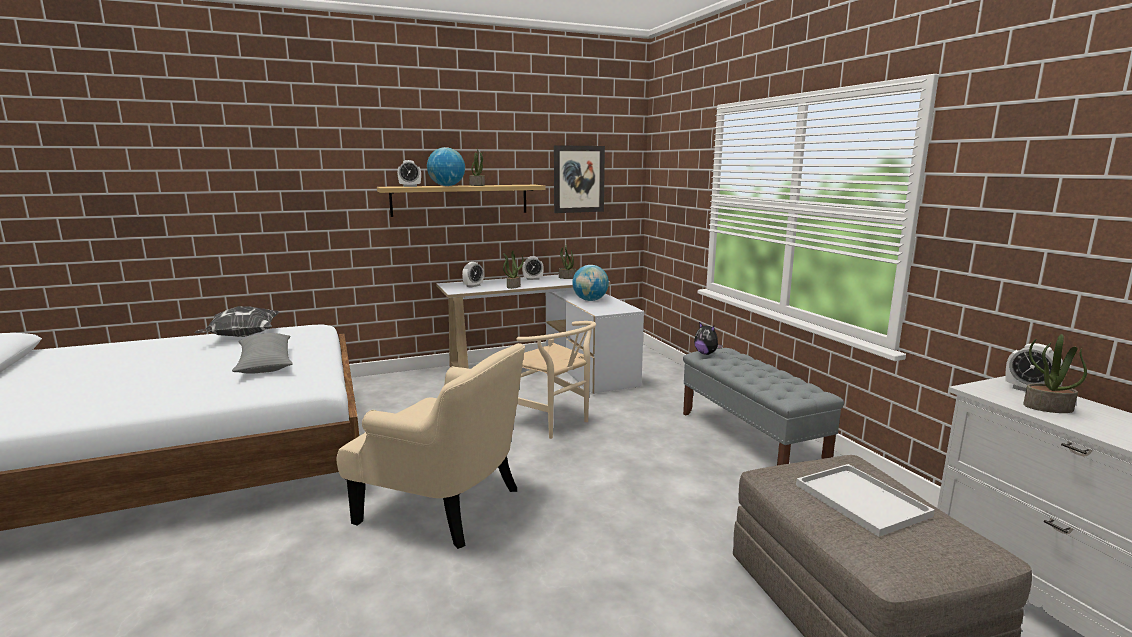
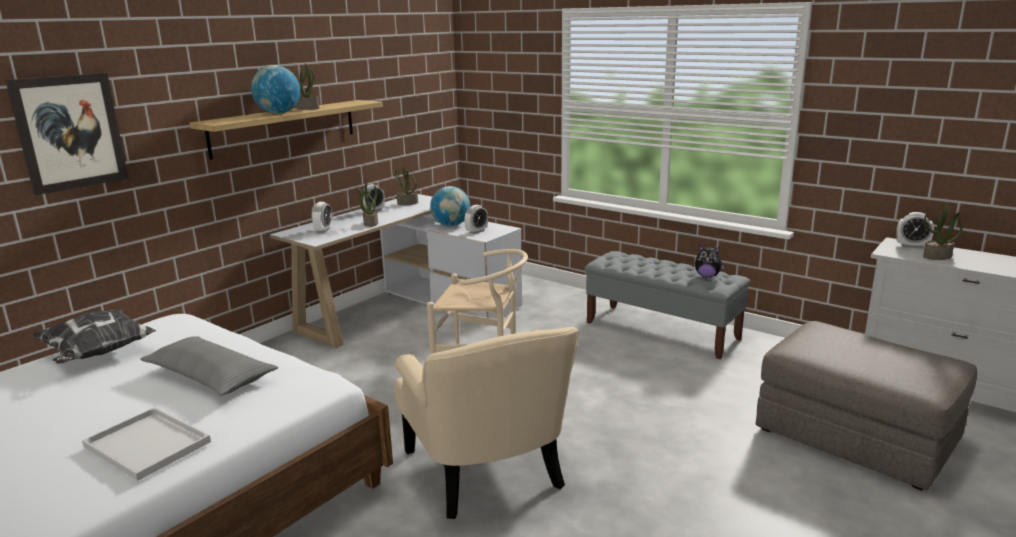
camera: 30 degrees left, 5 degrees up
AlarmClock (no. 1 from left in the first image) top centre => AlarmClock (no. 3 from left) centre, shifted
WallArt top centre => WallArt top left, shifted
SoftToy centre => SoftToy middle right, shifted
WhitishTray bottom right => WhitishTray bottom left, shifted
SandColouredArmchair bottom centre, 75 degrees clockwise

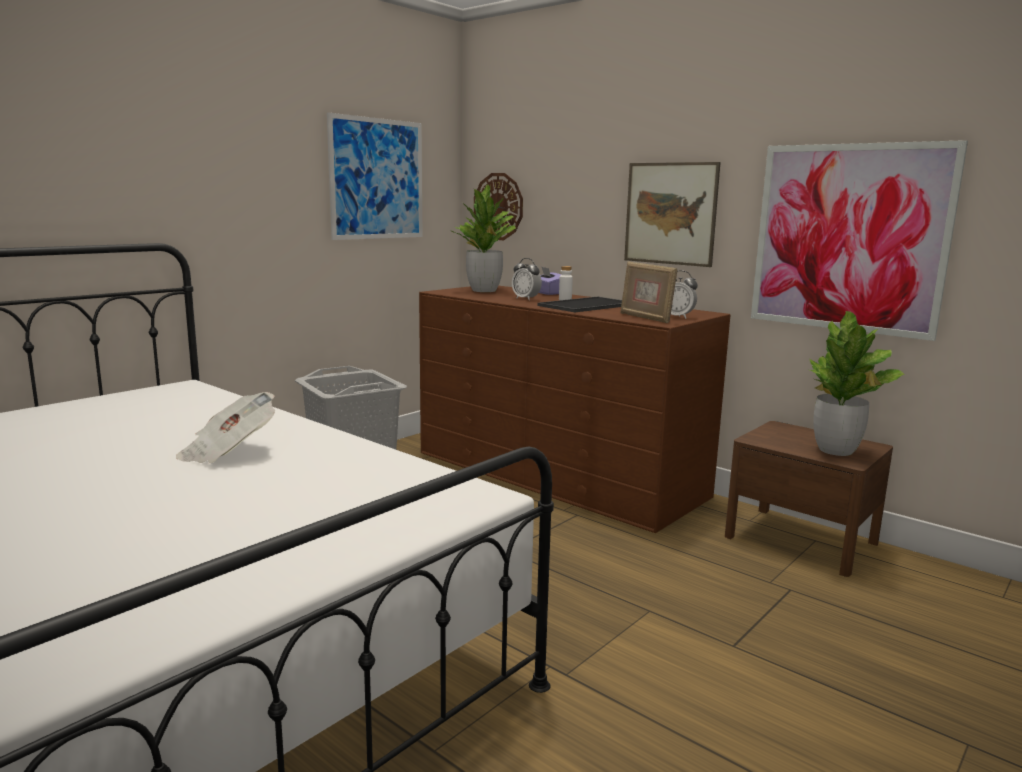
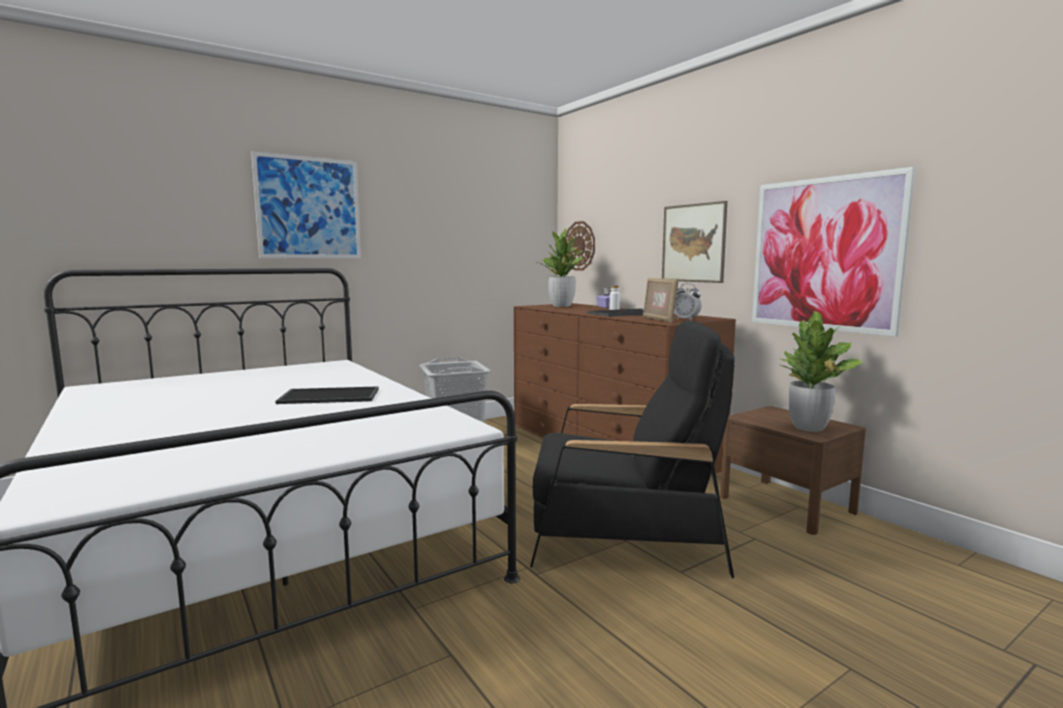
camera: 15 degrees right, 5 degrees down
AlarmClock (no. 1 from left) centre => nothing
nothing => BlackishArmchair centre
WallArt (no. 1 from left) top centre => WallArt (no. 1 from left) top left, shifted
DailyPaper middle left => Tray (no. 1 from left) middle left

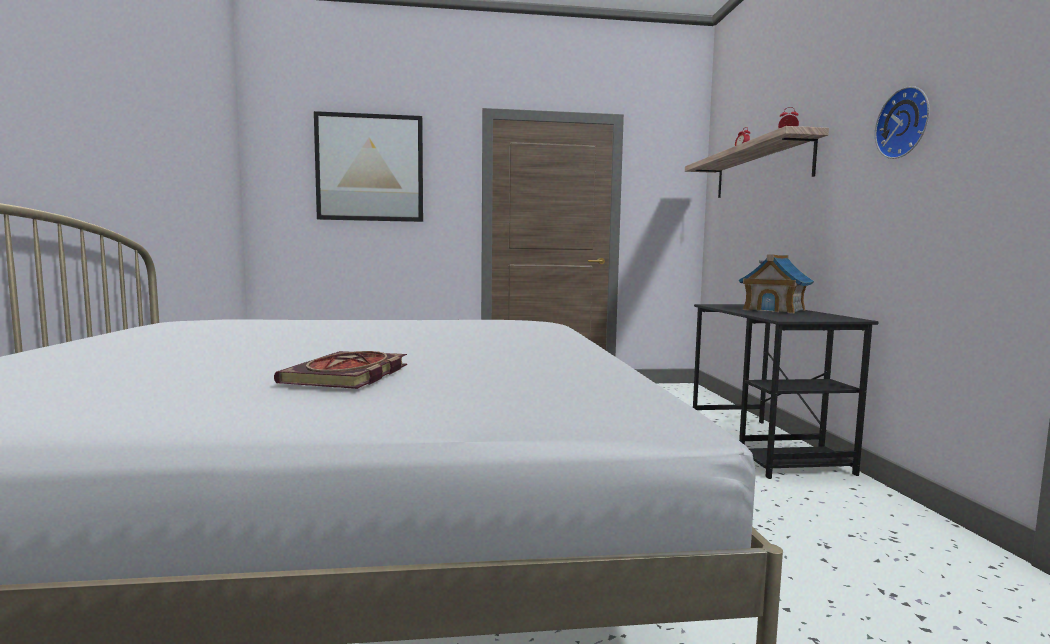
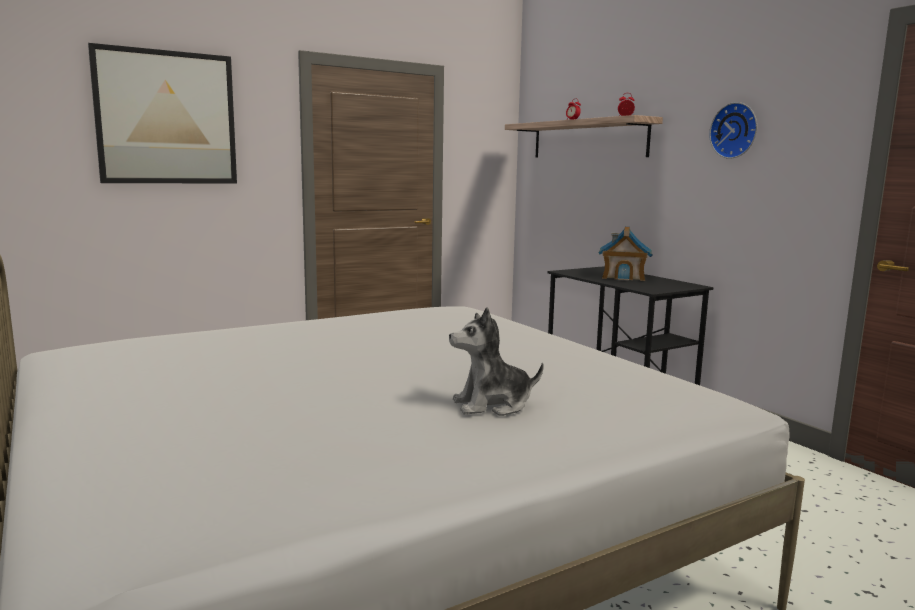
camera: 25 degrees left, 5 degrees up
Book middle left => SoftToy centre

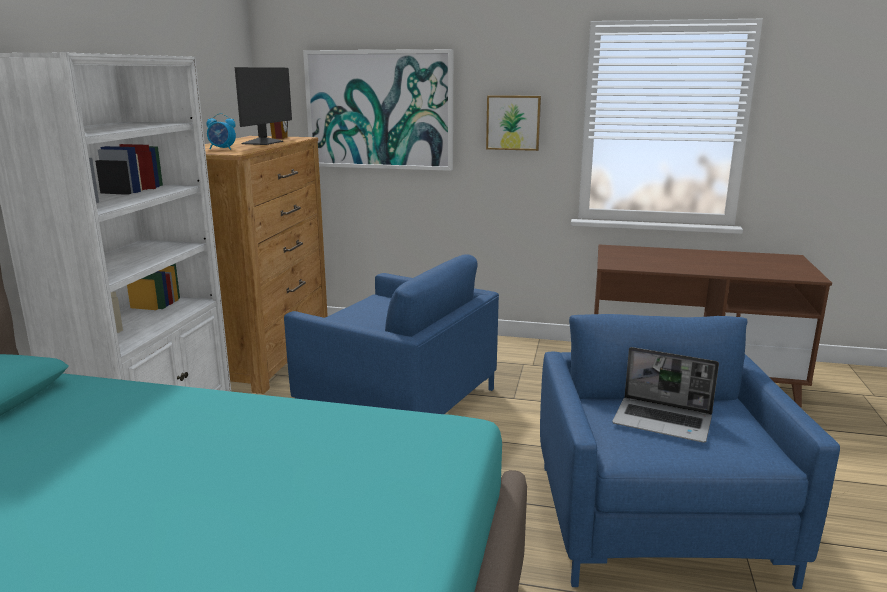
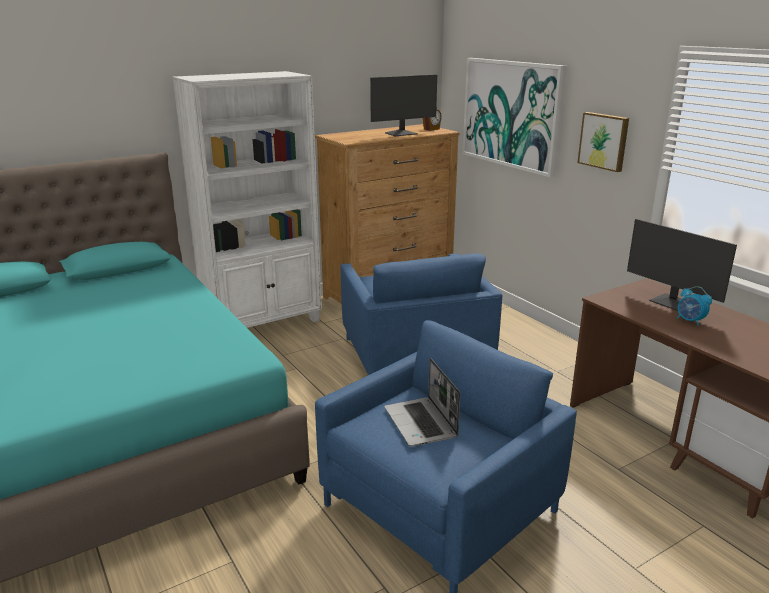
camera: 45 degrees right, 5 degrees up
nothing => Monitor (no. 2 from left) middle right
AlarmClock (no. 1 from left in the first image) top left => AlarmClock (no. 2 from left) middle right, shifted

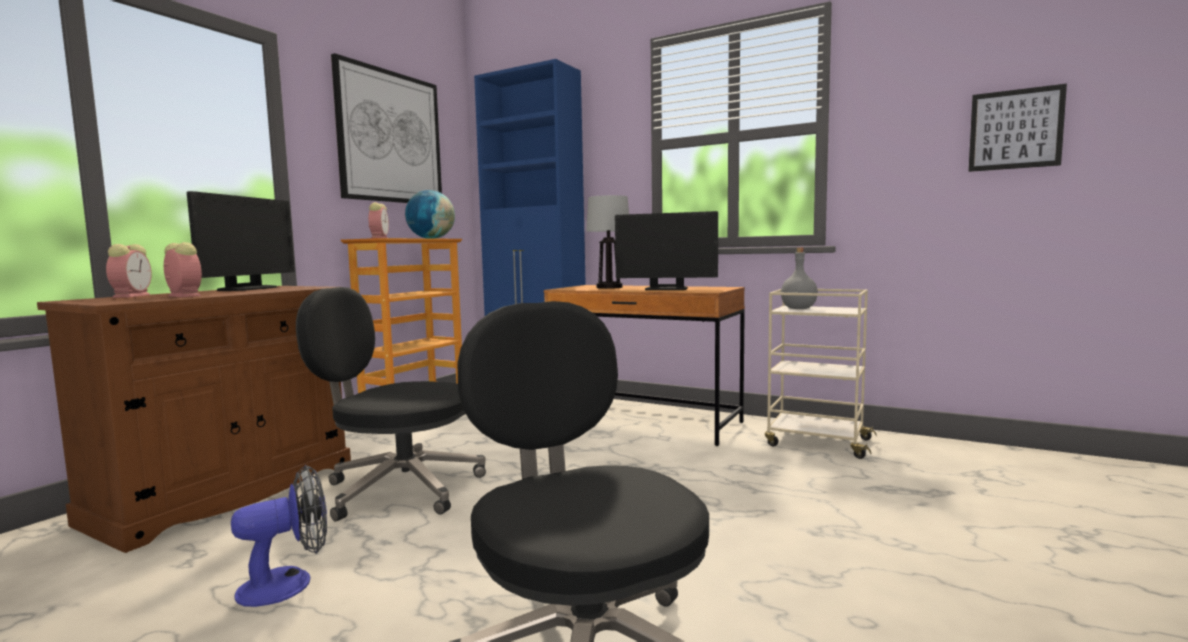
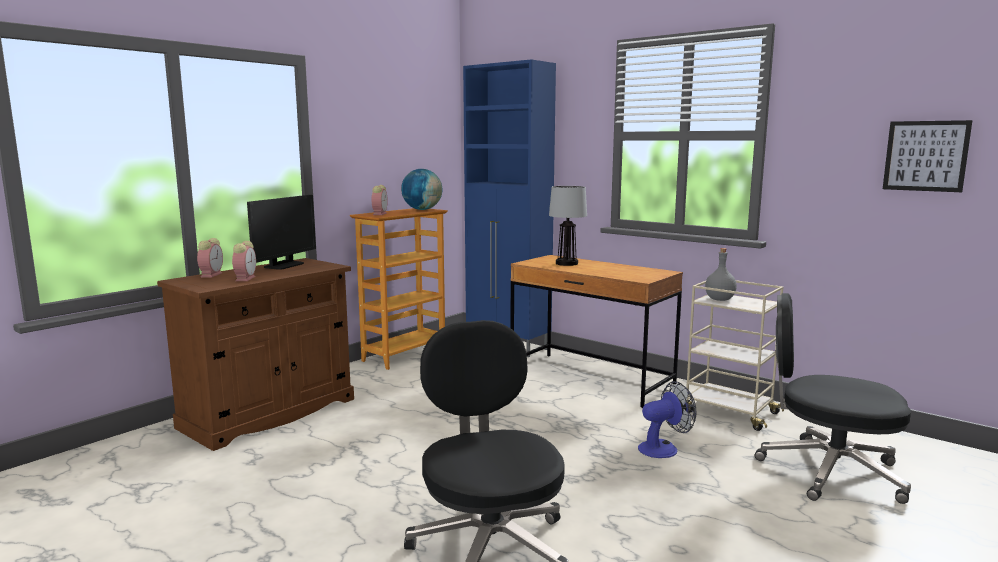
camera: 10 degrees right, 5 degrees up
WallArt (no. 1 from left) top left => nothing
Monitor (no. 2 from left) centre => nothing
CoolingFan bottom left => CoolingFan bottom right, shifted
BlackishComputerChair (no. 1 from left in the first image) middle left => BlackishComputerChair (no. 2 from left) bottom right, shifted
AlarmClock (no. 2 from left) middle left, 45 degrees clockwise

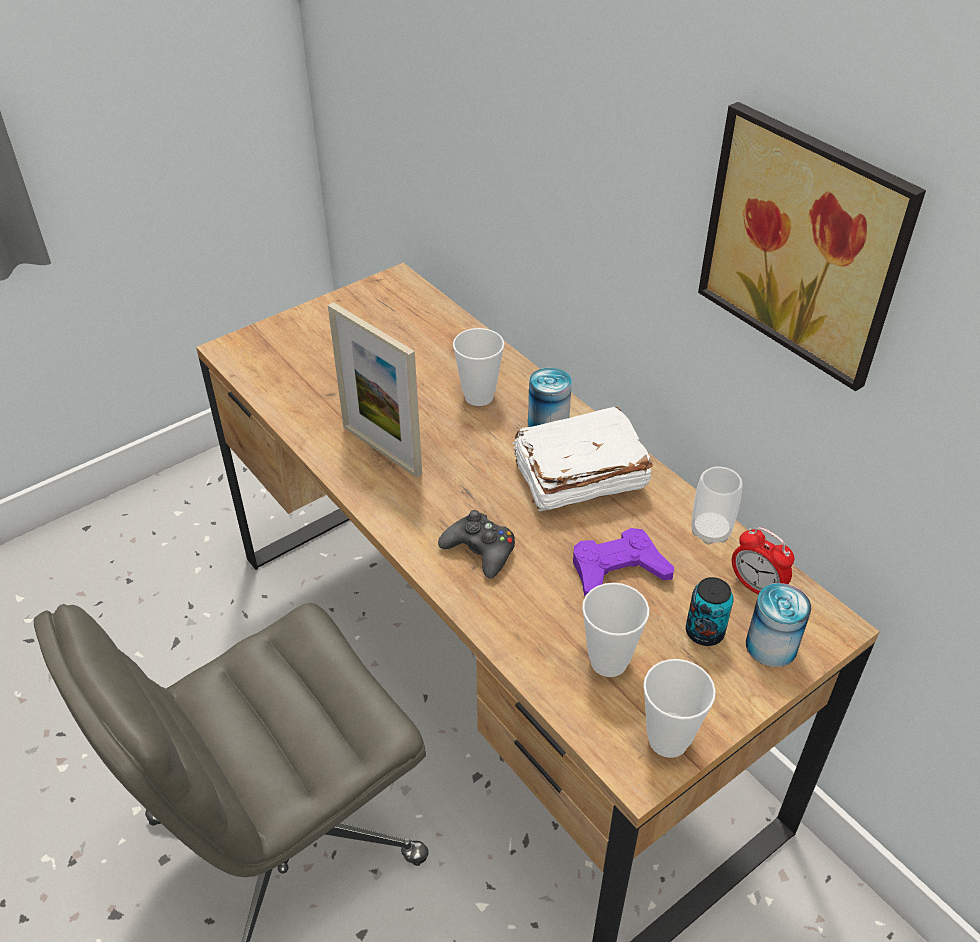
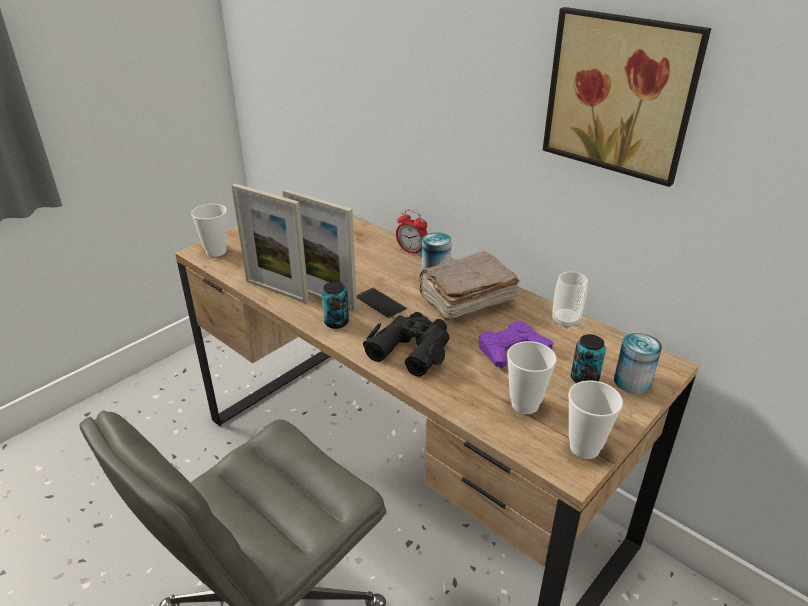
camera: 10 degrees left, 10 degrees down
nothing => PhotoFrame (no. 1 from left) centre
nothing => MetalCan (no. 1 from left) centre
nothing => Phone centre
SmallCup (no. 1 from left) centre => SmallCup (no. 1 from left) middle left, shifted
AlarmClock middle right => AlarmClock centre, shifted
BlackishGameController centre => BlackishPairOfBinoculars centre
WhitishBook centre => BrownBook centre

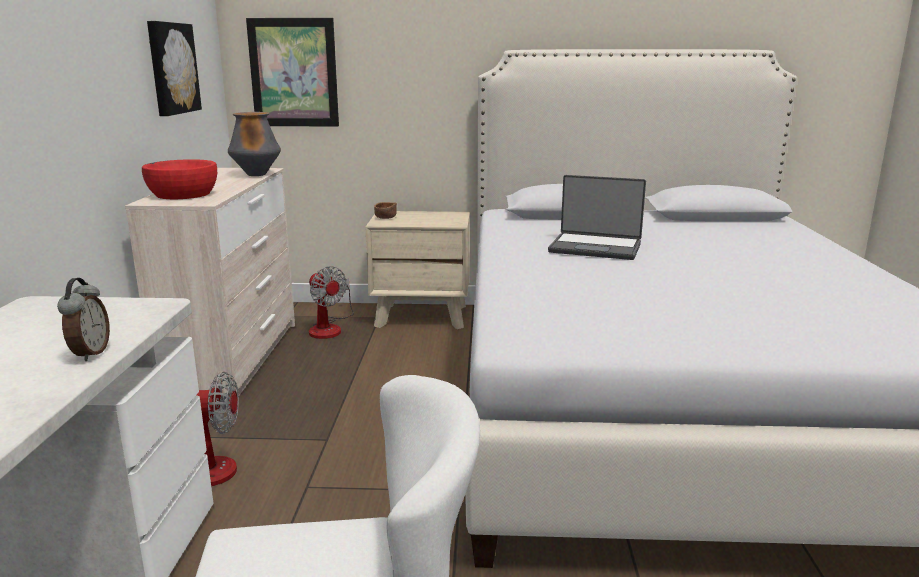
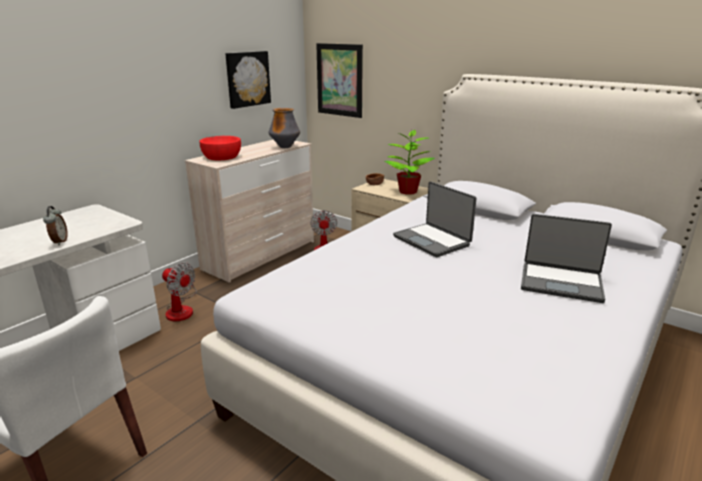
camera: 35 degrees right, 5 degrees up
nothing => PottedPlant centre
nothing => Laptop (no. 2 from left) middle right
AlarmClock middle left, 45 degrees counterclockwise

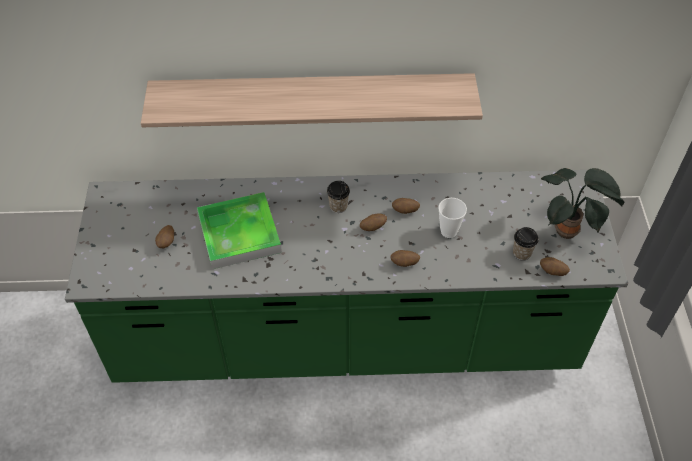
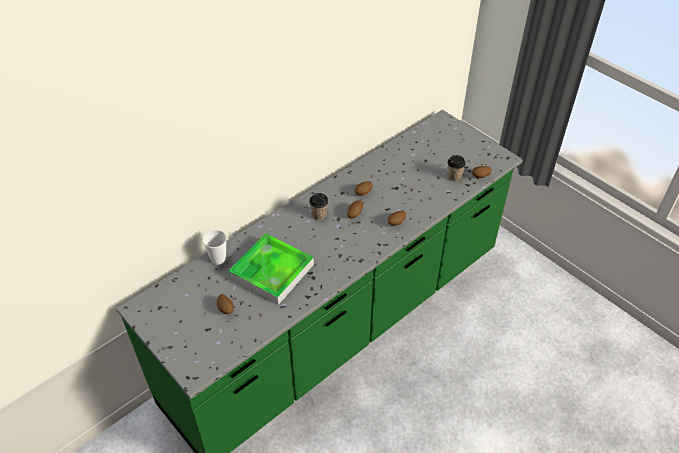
camera: 40 degrees left, 5 degrees down
Shelf top centre => nothing
PottedPlant middle right => nothing
SmallCup (no. 2 from left in the first image) centre => SmallCup (no. 1 from left) middle left, shifted

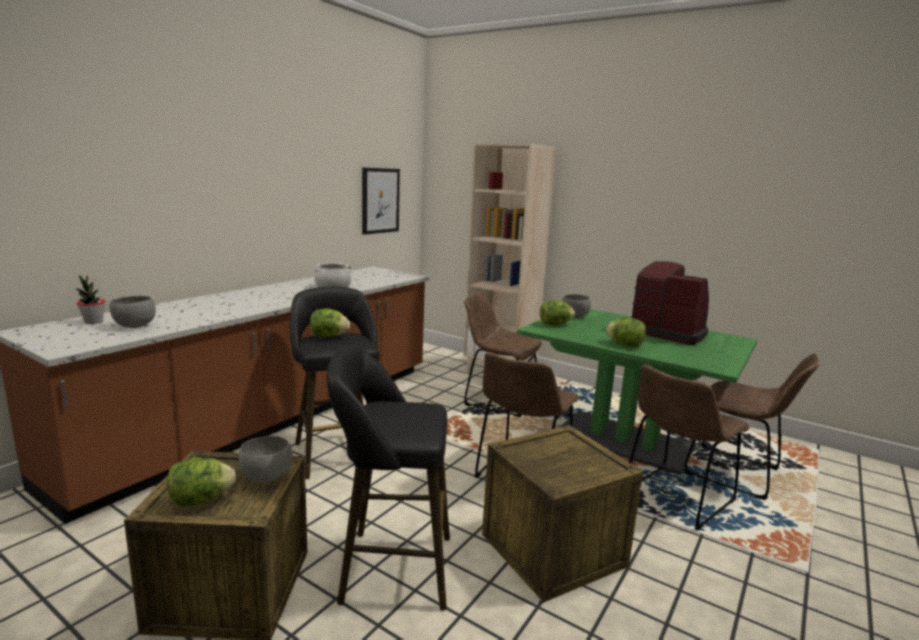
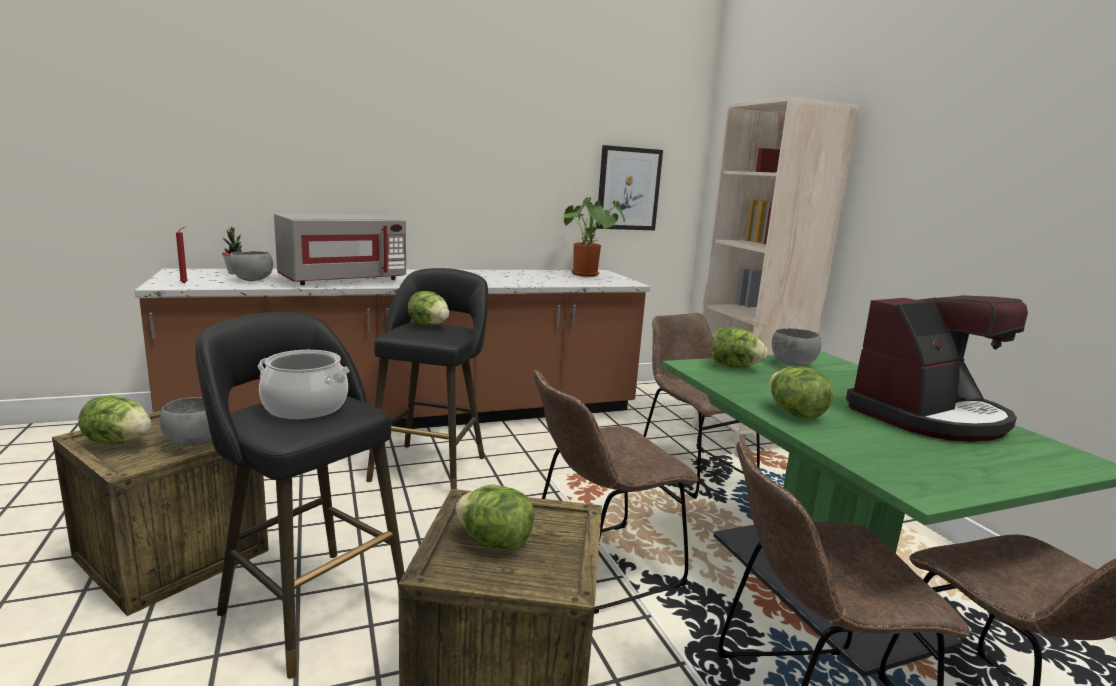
camera: 35 degrees right, 0 degrees up
nothing => RedColouredWaxLight middle left
nothing => GreyMicrowaveOven middle left
nothing => Lettuce (no. 3 from left) bottom centre
nothing => PottedPlant (no. 2 from left) centre
Stockpot centre => Stockpot middle left, shifted
CoffeeMachine middle right, 75 degrees clockwise

